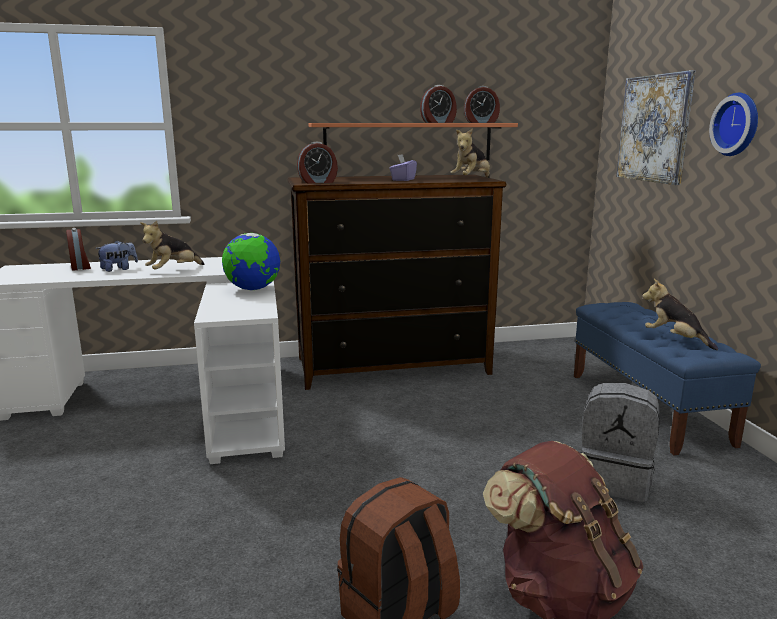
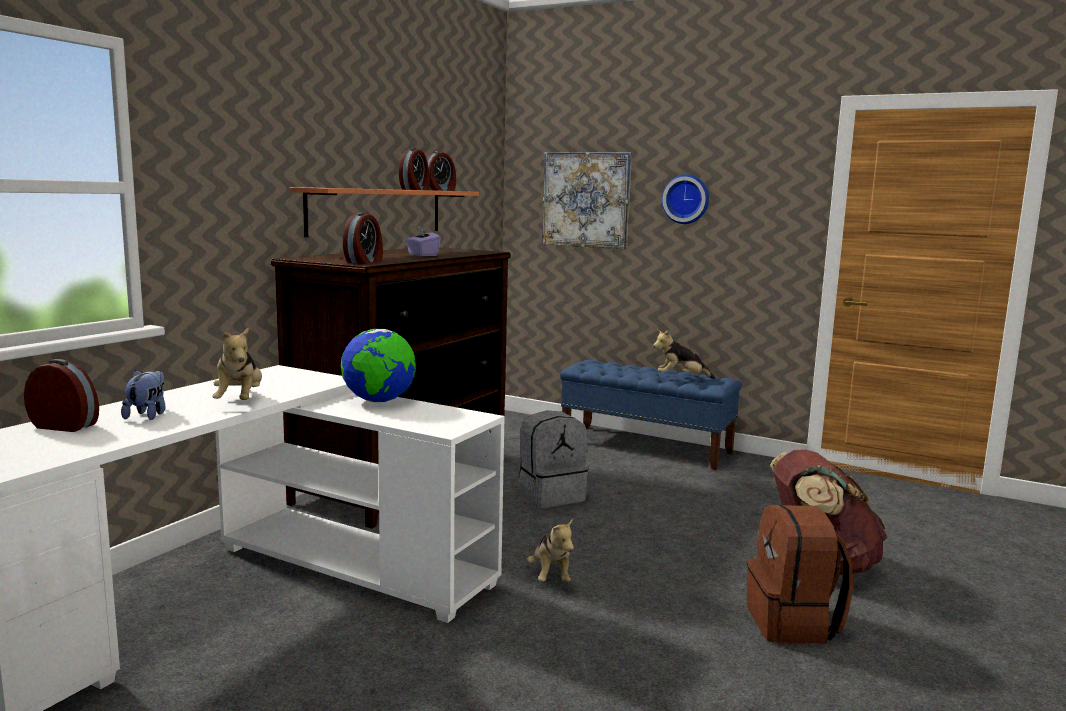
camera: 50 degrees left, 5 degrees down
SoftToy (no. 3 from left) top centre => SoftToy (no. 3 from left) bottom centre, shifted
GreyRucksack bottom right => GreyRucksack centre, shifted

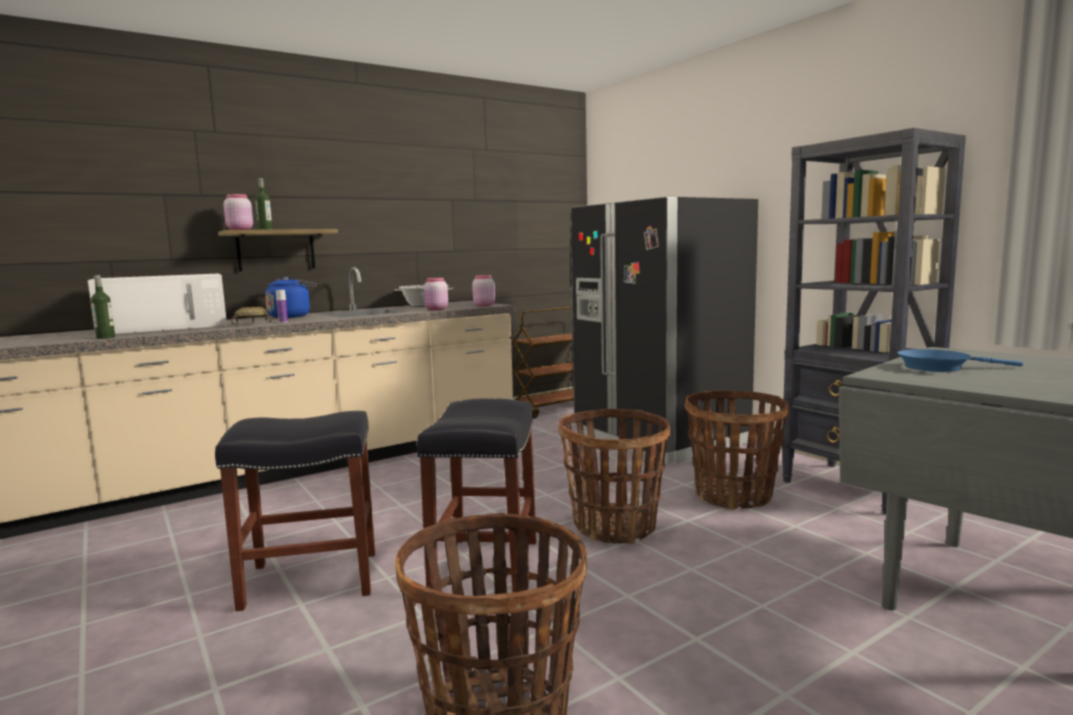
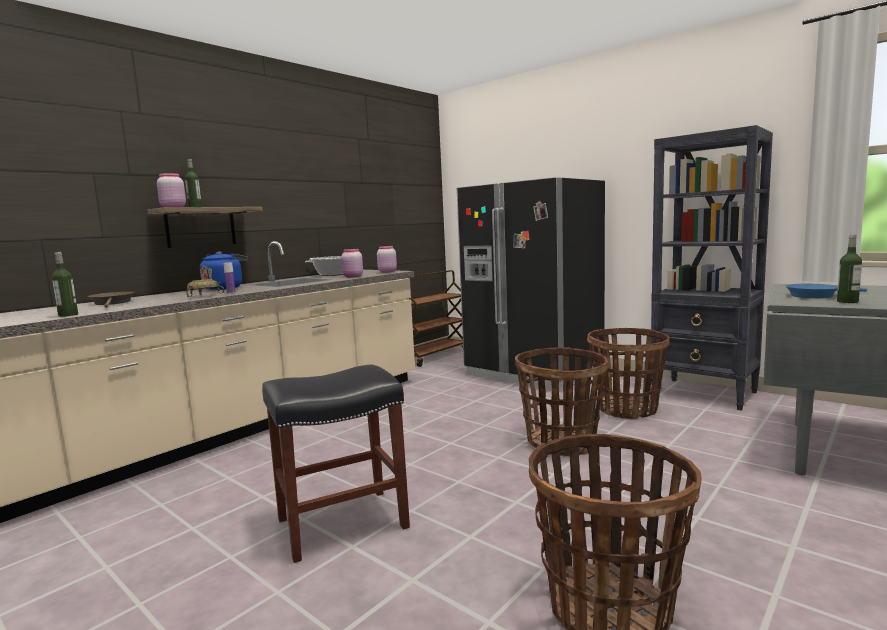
camera: 15 degrees left, 0 degrees up
BlackishStoolSeat (no. 2 from left) bottom centre => nothing
nothing => Bottle (no. 4 from left) middle right
WhitishMicrowaveOven middle left => BrownSkillet middle left

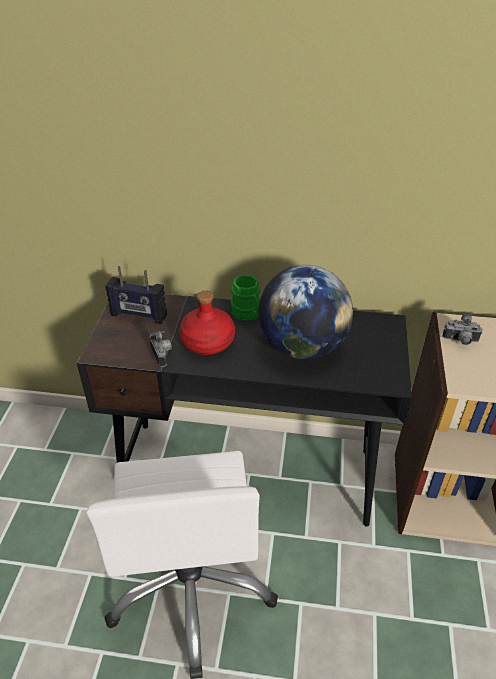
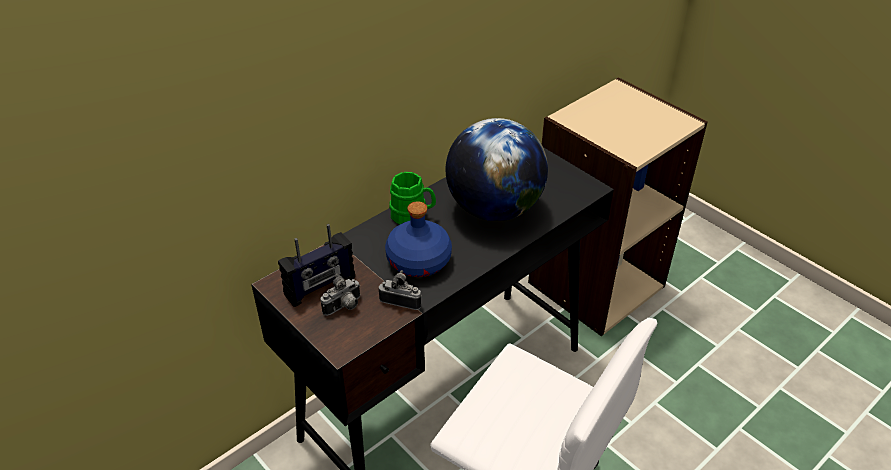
camera: 50 degrees left, 0 degrees up
PhotoCamera (no. 2 from left in the first image) middle right => PhotoCamera (no. 1 from left) centre, shifted
RedColouredBottle centre => BluishBottle centre

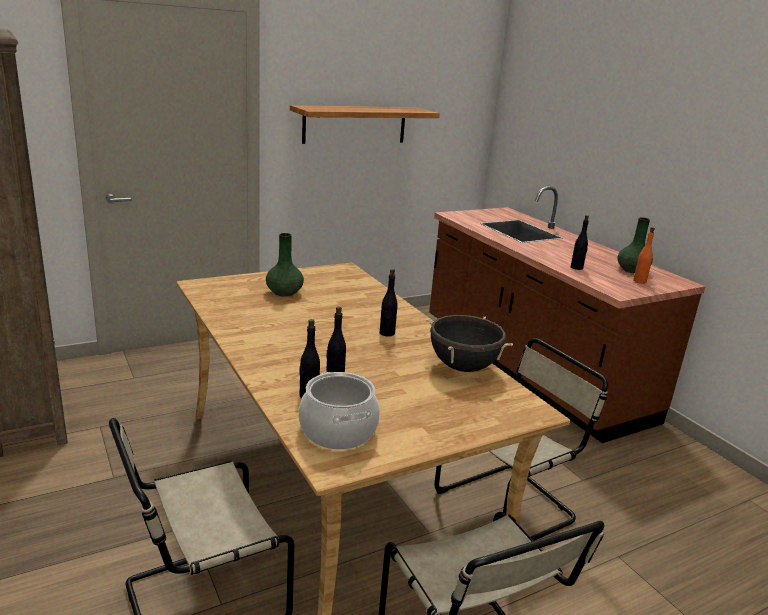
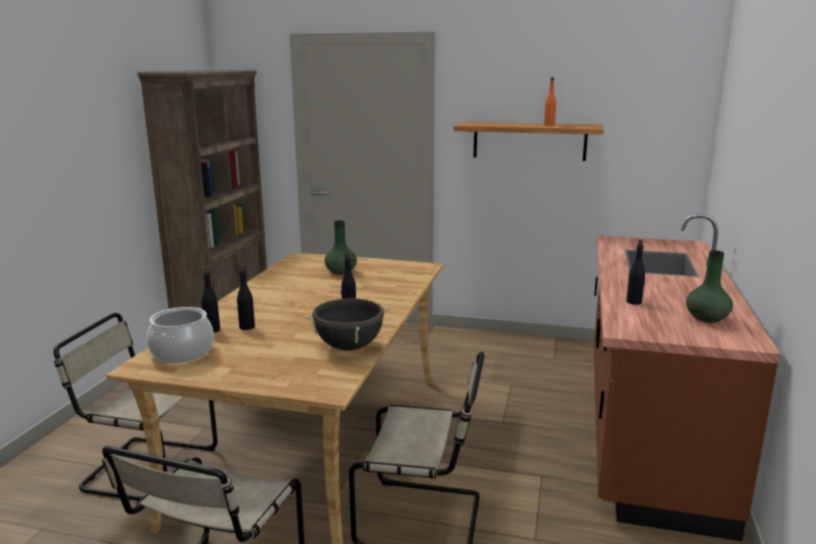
camera: 45 degrees right, 5 degrees down
OrangeBottle middle right => OrangeBottle top right, shifted

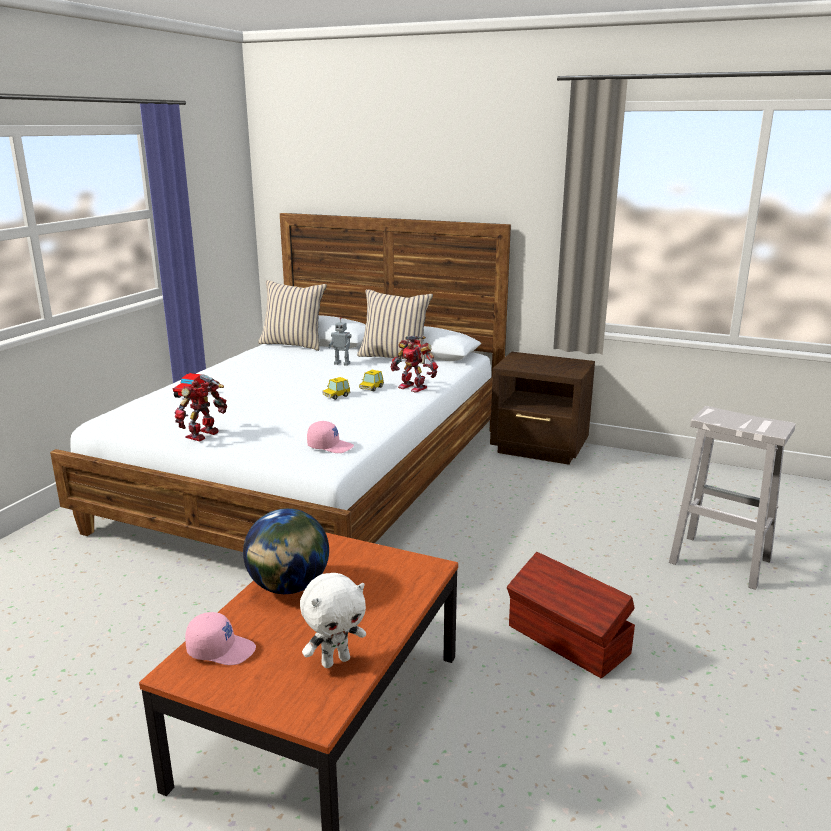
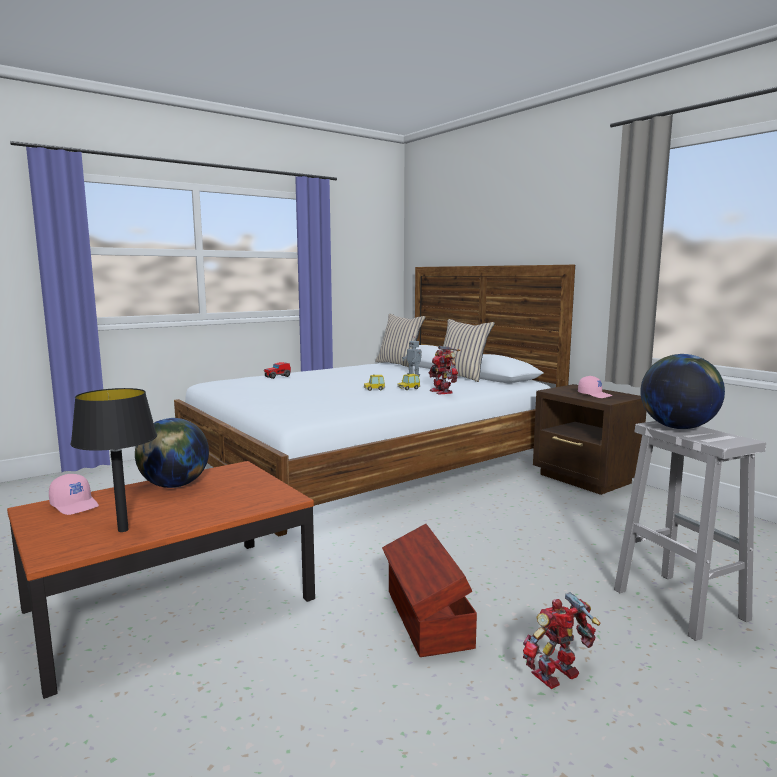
camera: 30 degrees right, 10 degrees down
nothing => Globe (no. 2 from left) middle right
ModelRobot (no. 1 from left in the first image) middle left => ModelRobot (no. 3 from left) bottom right, shifted
PinkBaseballCap (no. 2 from left) centre => PinkBaseballCap (no. 2 from left) middle right, shifted
WhitishSoftToy bottom centre => BlackishLampForATable middle left

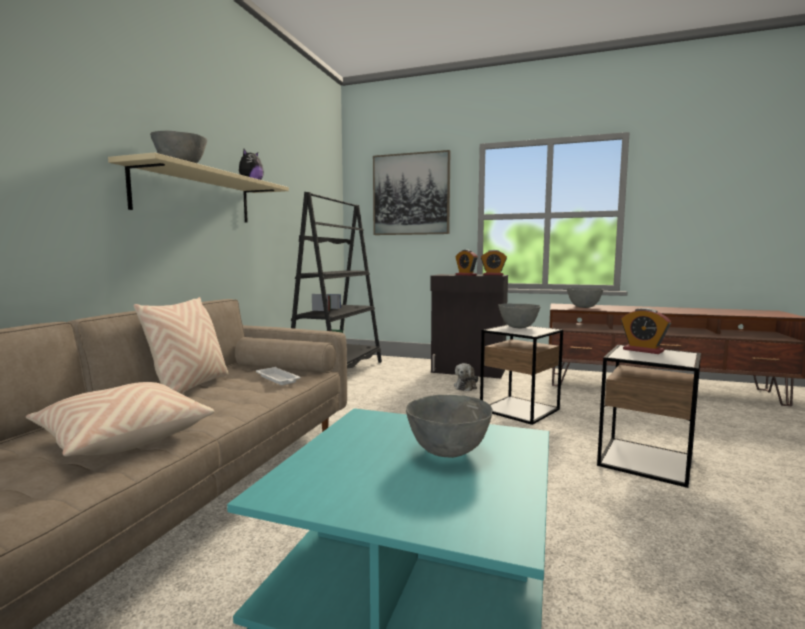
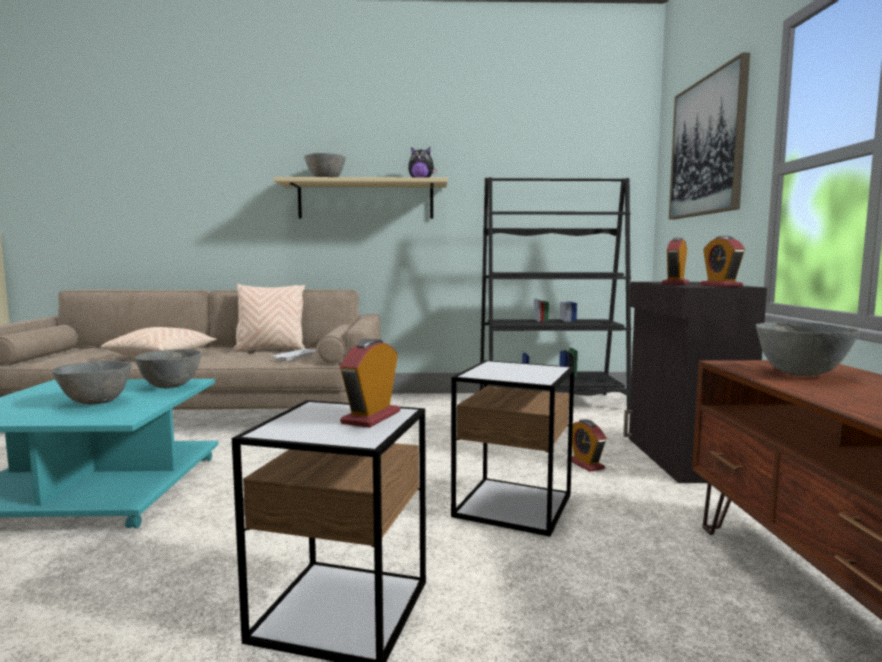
camera: 70 degrees right, 0 degrees up
GreyServingBowl (no. 3 from left in the first image) centre => GreyServingBowl (no. 2 from left) middle left, shifted
SoftToy (no. 2 from left) centre => AlarmClock (no. 2 from left) bottom right

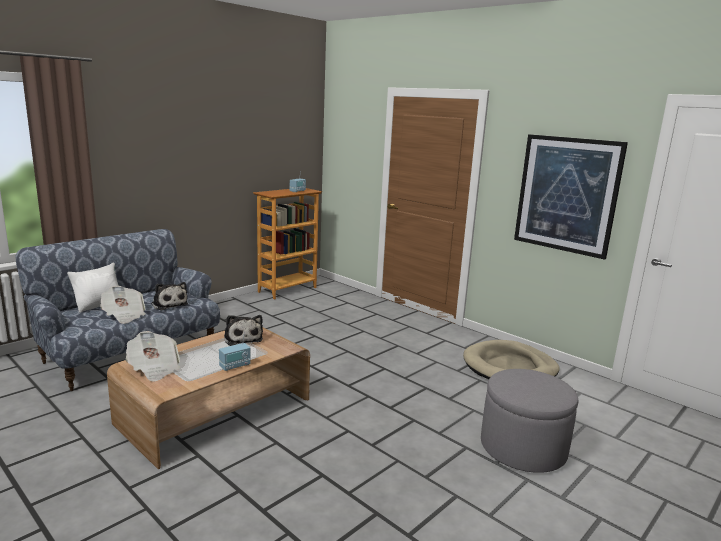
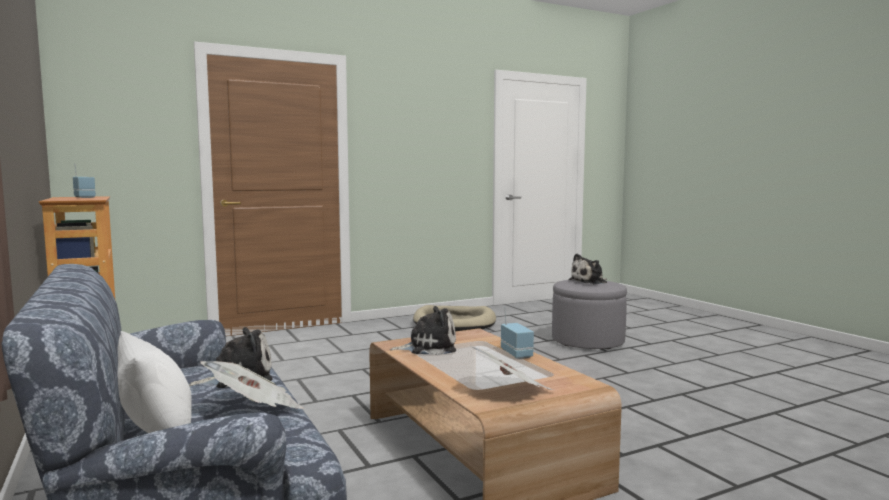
camera: 70 degrees left, 10 degrees down
WallArt middle right => nothing
nothing => SoftToy (no. 3 from left) centre

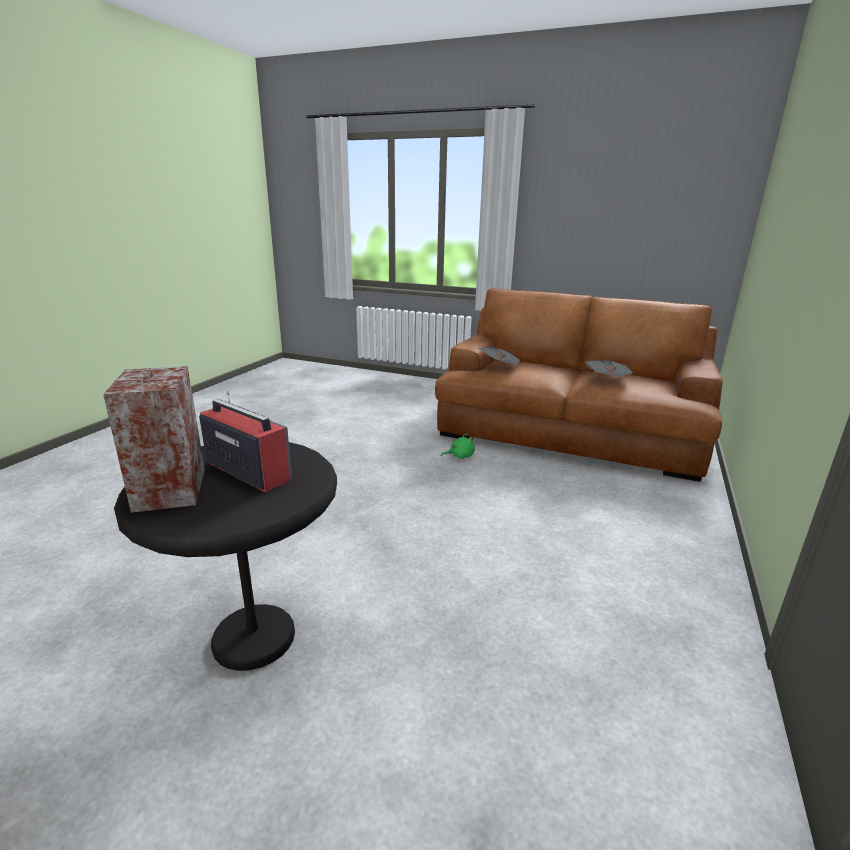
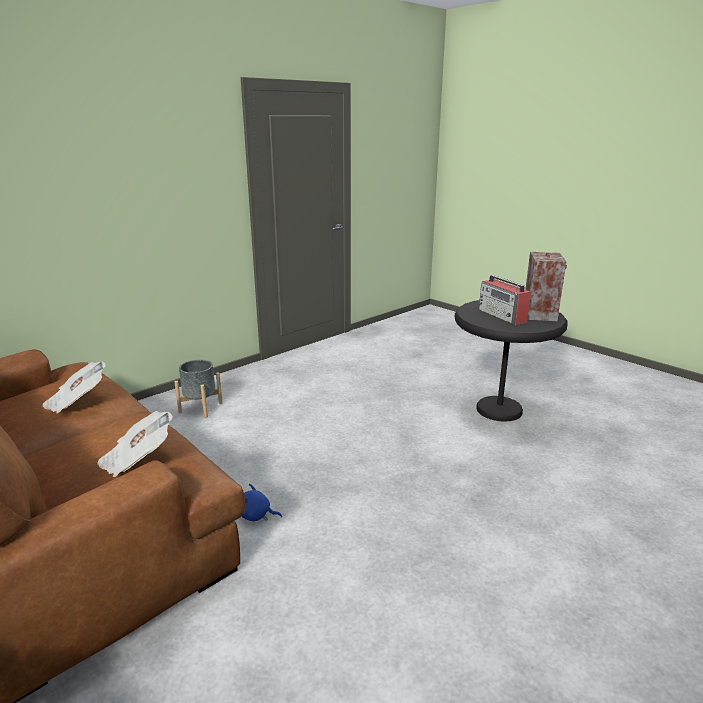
camera: 155 degrees left, 0 degrees up
nothing => GreyPlanter middle left
GreenSoftToy centre => BluishSoftToy bottom centre

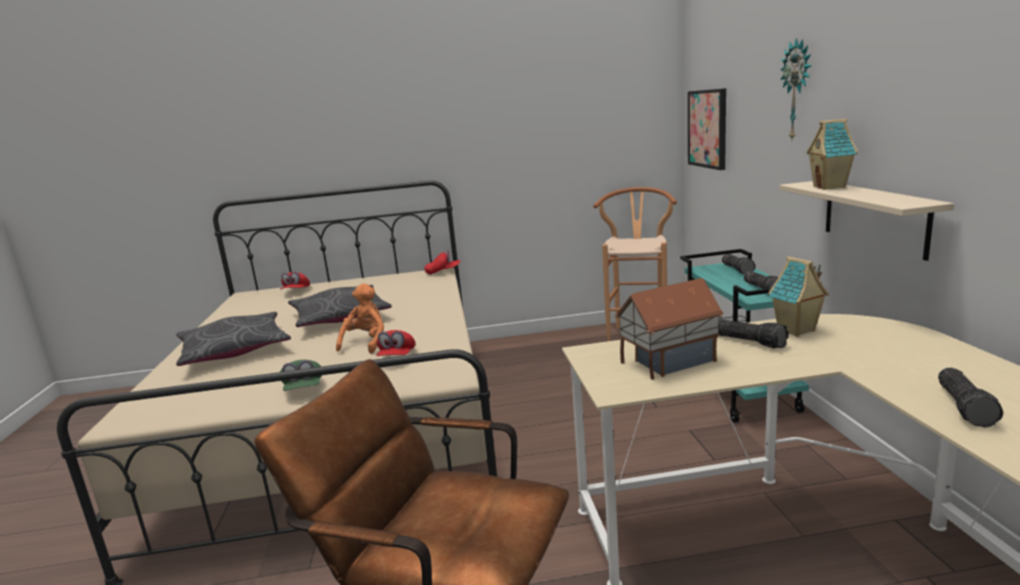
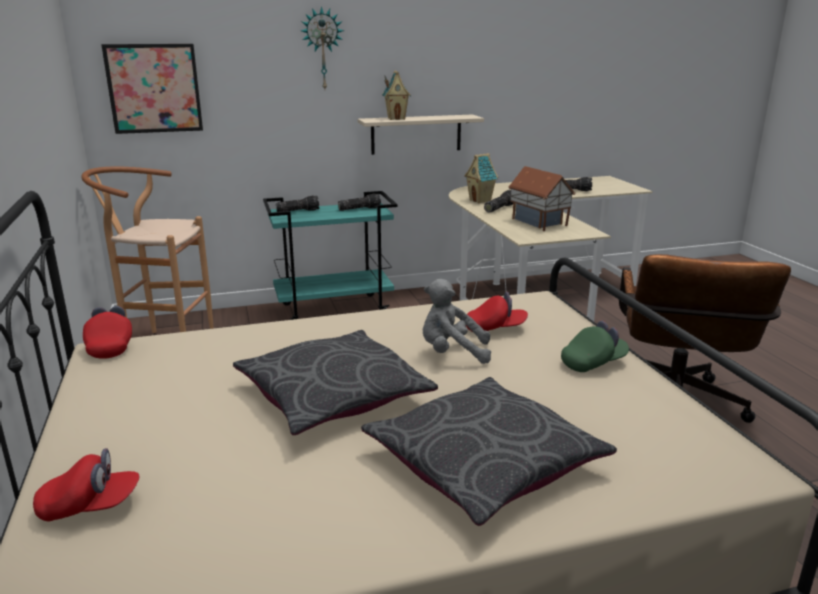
camera: 100 degrees left, 5 degrees up
OrangeSoftToy centre => GreySoftToy centre

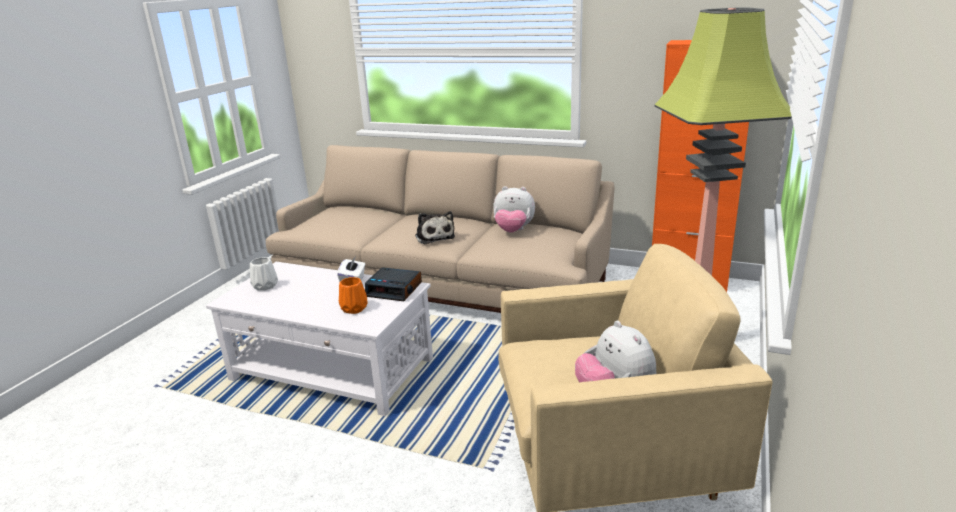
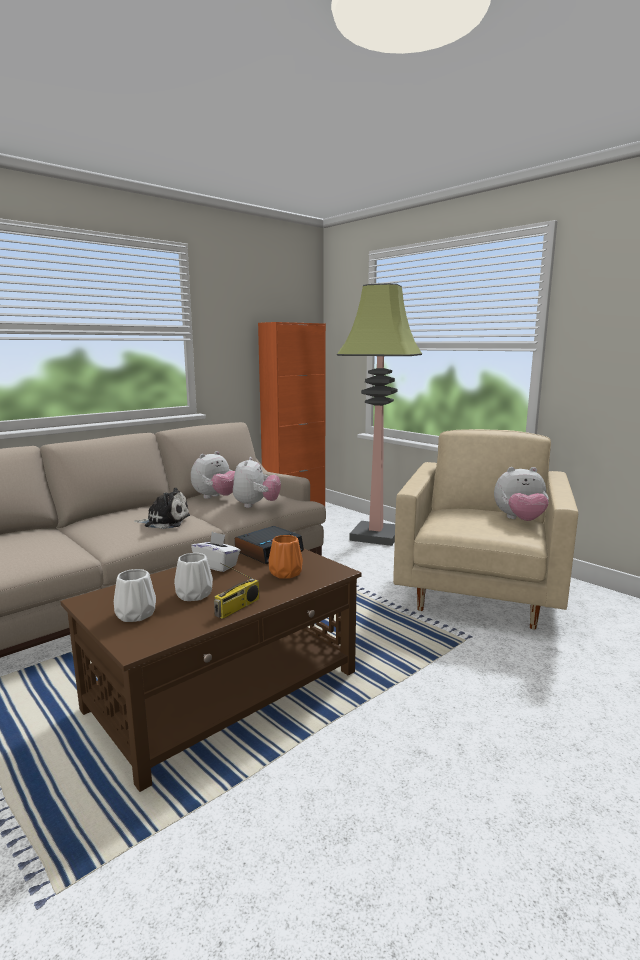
camera: 65 degrees left, 10 degrees down
nothing => WhitishFlowerVase (no. 2 from left) middle left
nothing => RadioSet centre
nothing => SoftToy (no. 3 from left) centre
WhitishLoungeTable centre => BrownLoungeTable bottom left

